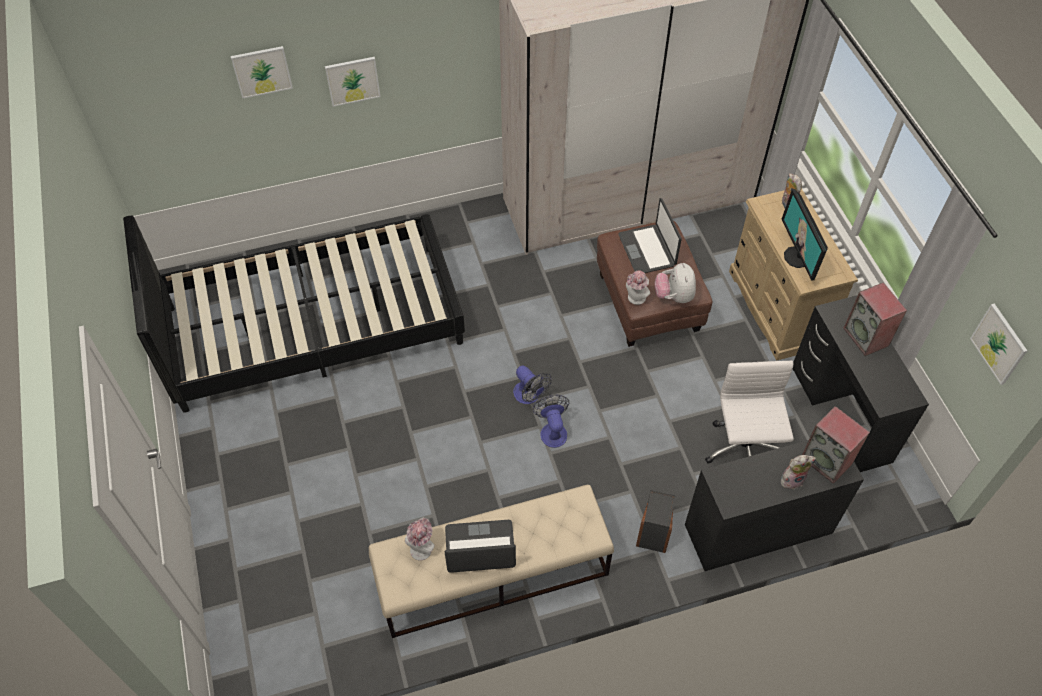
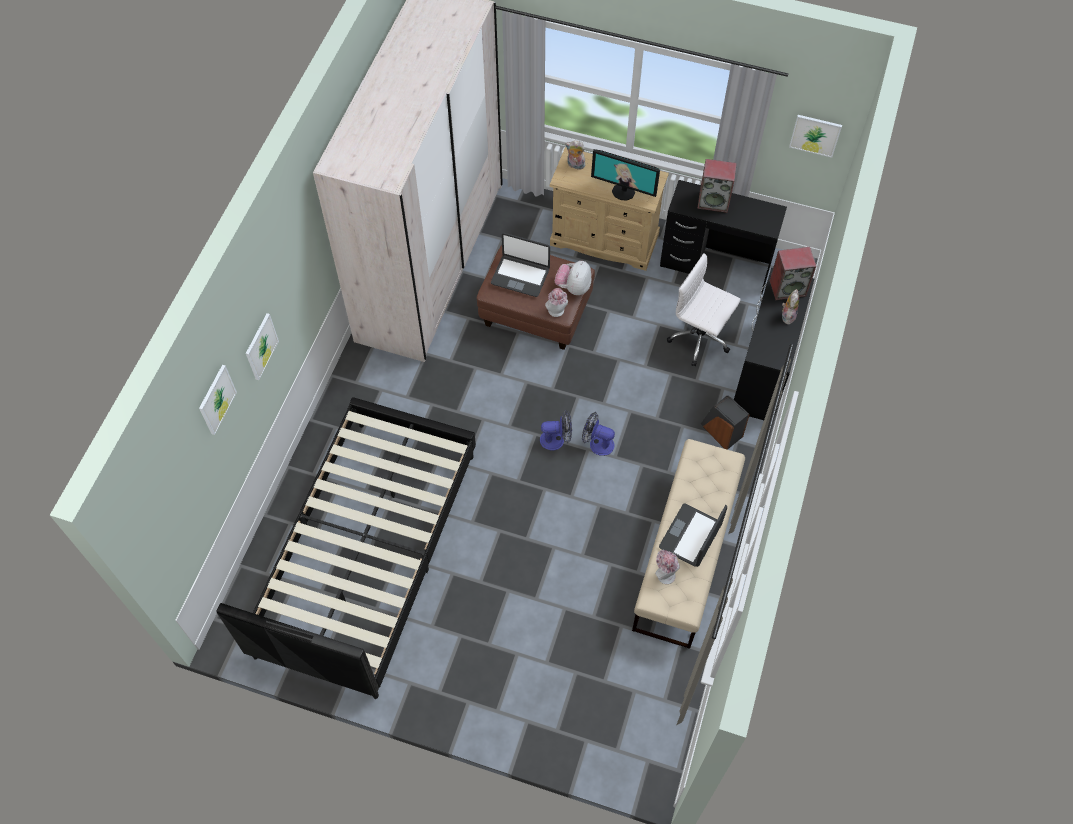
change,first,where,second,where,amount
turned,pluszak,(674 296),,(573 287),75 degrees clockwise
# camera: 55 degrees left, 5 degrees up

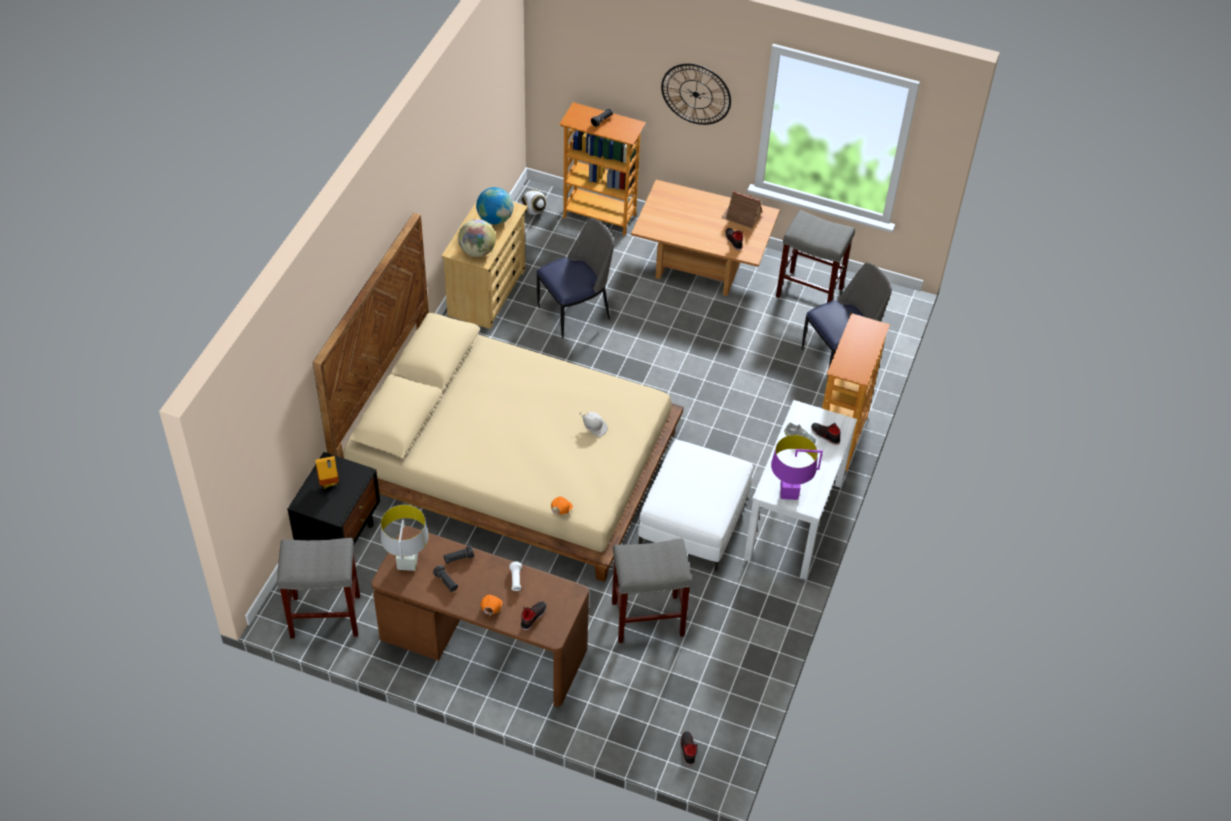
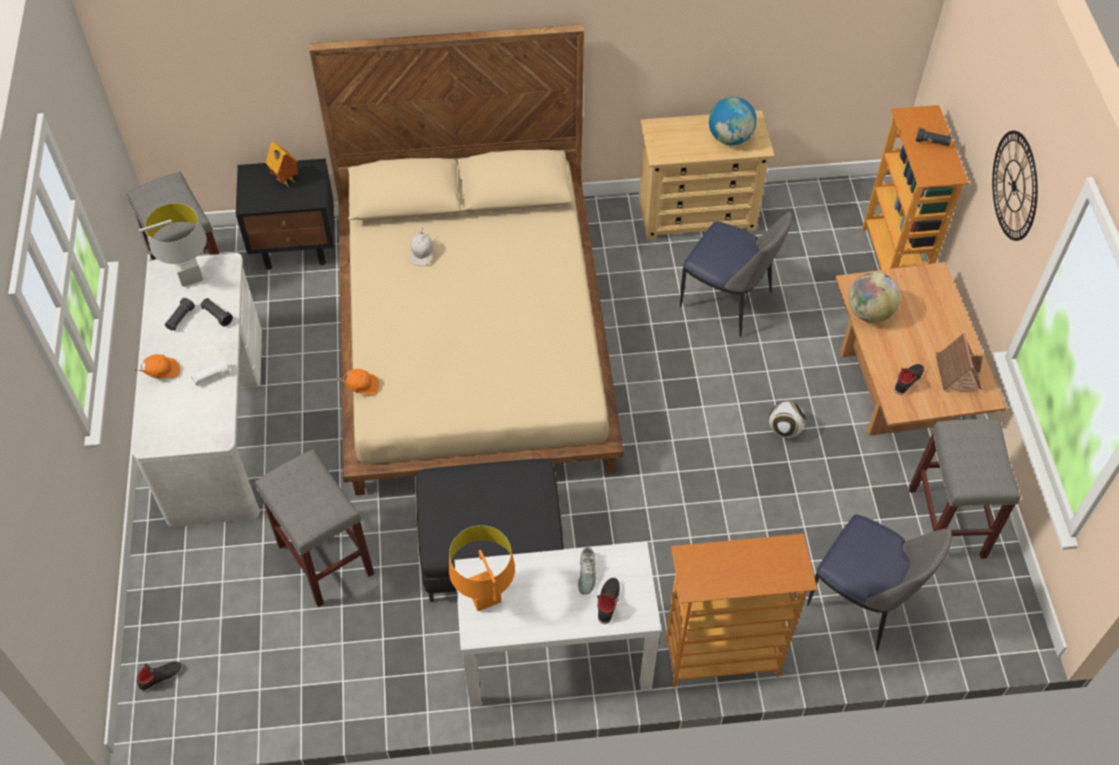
change,first,where,second,where,amount
moved,piłka futbolowa,(533 211),,(784 429),
moved,globus,(477 251),,(869 312),
moved,czapka z daszkiem (biały),(594 427),,(422 254),
recoloured,lampa stołowa (fioletowy),(789 493),lampa stołowa (pomarańczowy),(484 598),
recoloured,pufa (biały),(693 521),pufa (czarny),(492 547),
recoloured,biurko (brązowy),(483 646),biurko (biały),(216 423),
removed,but (czarny),(533 616),,,
# camera: 65 degrees right, 5 degrees up

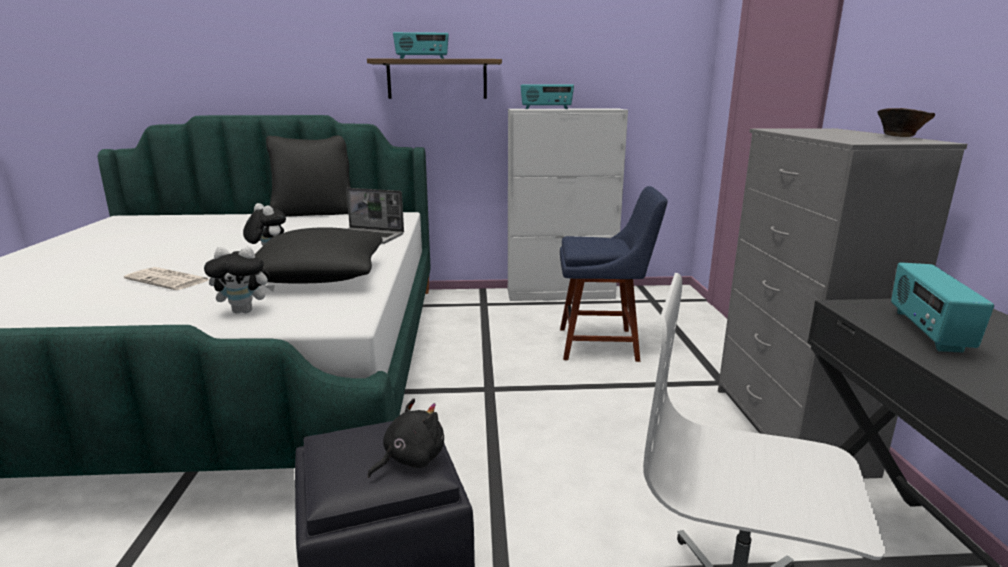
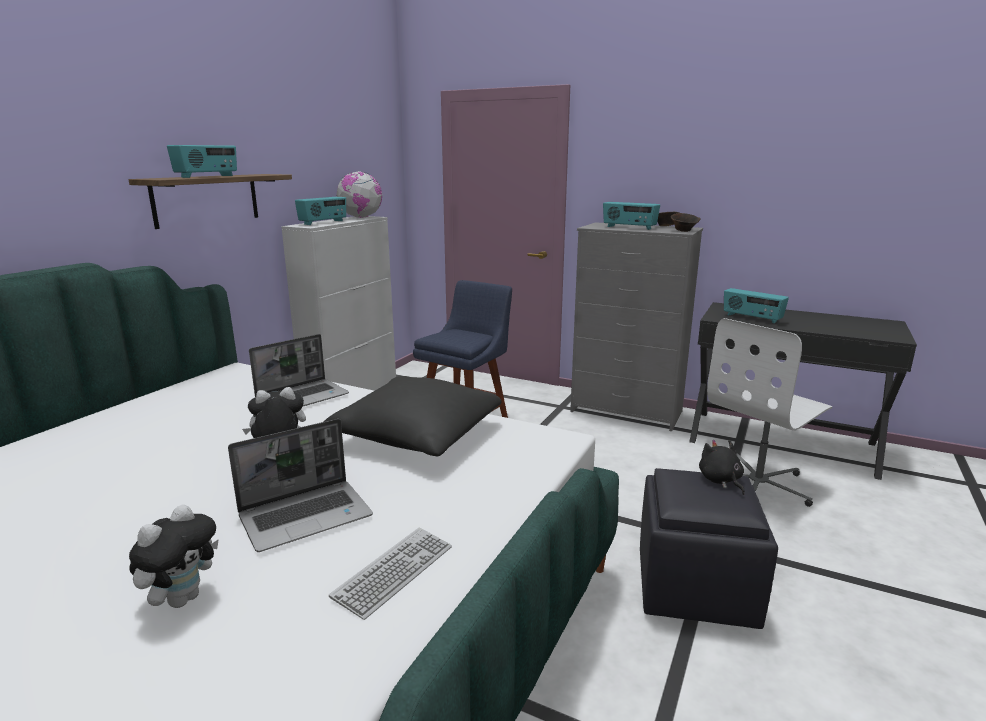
change,first,where,second,where,amount
removed,poduszka (czarny),(314 213),,,
moved,pluszak,(245 311),,(182 598),
replaced,gazeta,(169 280),laptop,(307 516),
added,,,globus,(361 217),
added,,,radio,(629 228),
added,,,miska (brązowy),(684 231),
added,,,klawiatura,(394 572),
# camera: 60 degrees left, 0 degrees up

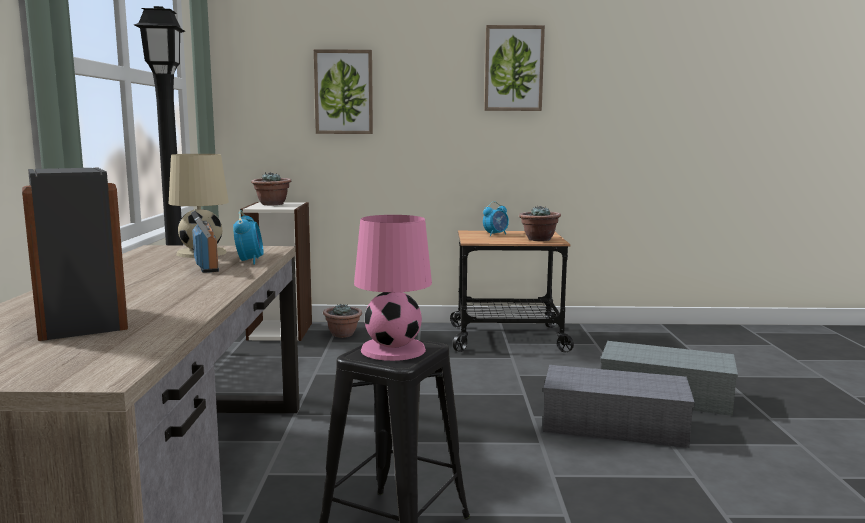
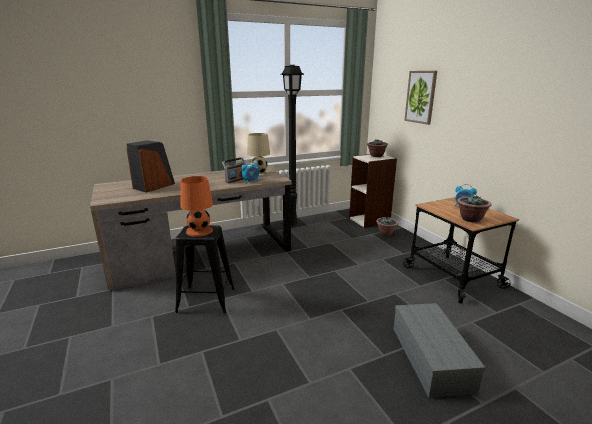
change,first,where,second,where,amount
removed,obraz,(513 68),,,
recoloured,lampa stołowa (różowy),(392 349),lampa stołowa (pomarańczowy),(199 230),
removed,pojemnik do przechowywania (szary),(616 424),,,
# camera: 65 degrees right, 10 degrees up

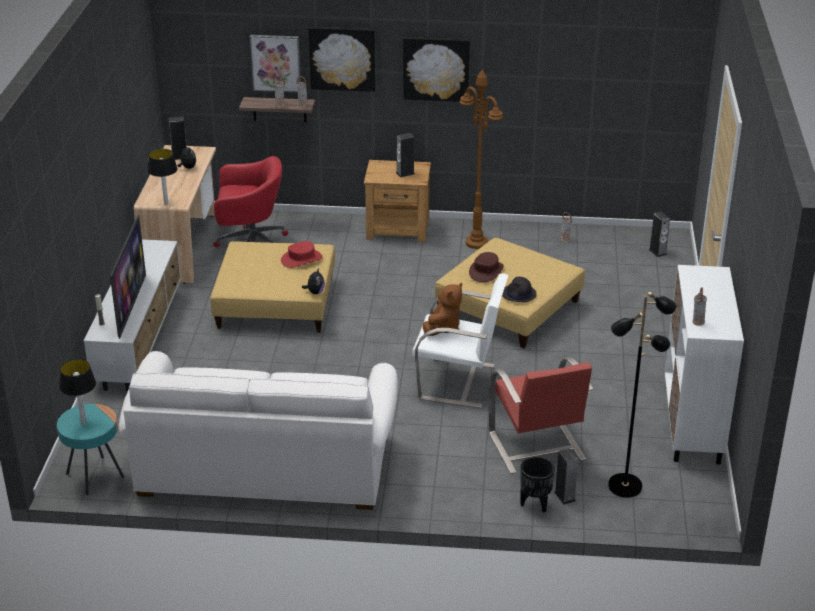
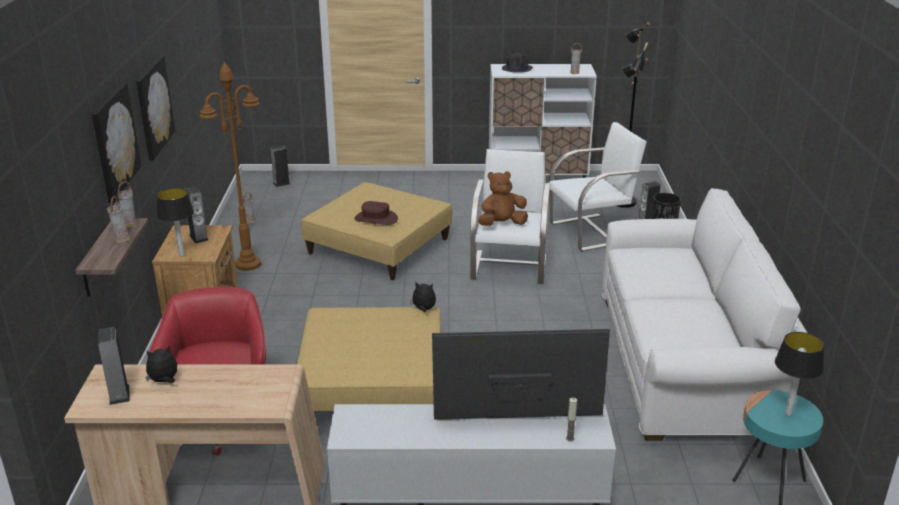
change,first,where,second,where,amount
removed,obraz,(276 63),,,
moved,lampa stołowa,(165 204),,(182 255),
removed,kapelusz (czerwony),(301 259),,,
moved,kapelusz (czarny),(519 294),,(517 68),
turned,pluszak (brązowy),(443 327),,(501 224),45 degrees counterclockwise
recoloured,fotel (czerwony),(537 447),fotel (biały),(590 232),
# camera: 95 degrees left, 5 degrees down

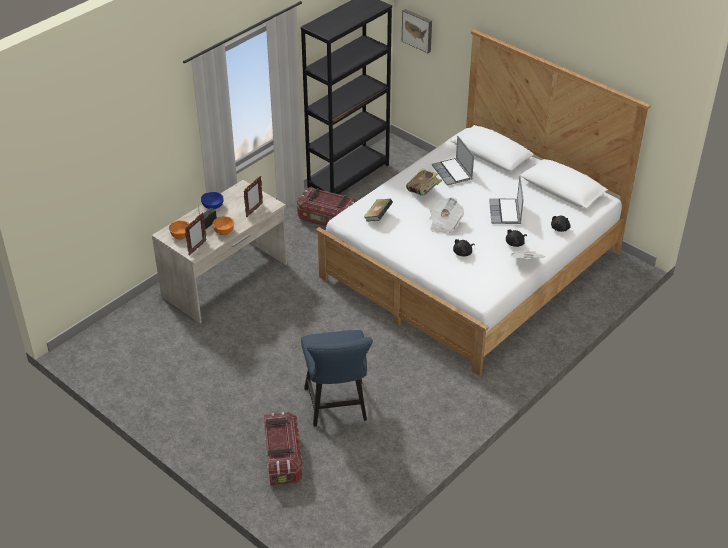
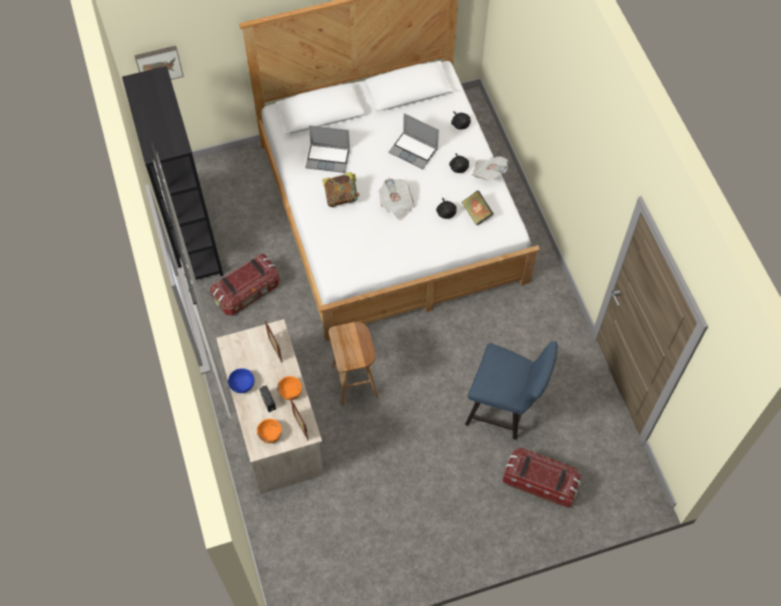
change,first,where,second,where,amount
moved,książka,(378 217),,(476 213),
added,,,stołek (brązowy),(355 382),
# camera: 60 degrees left, 20 degrees up

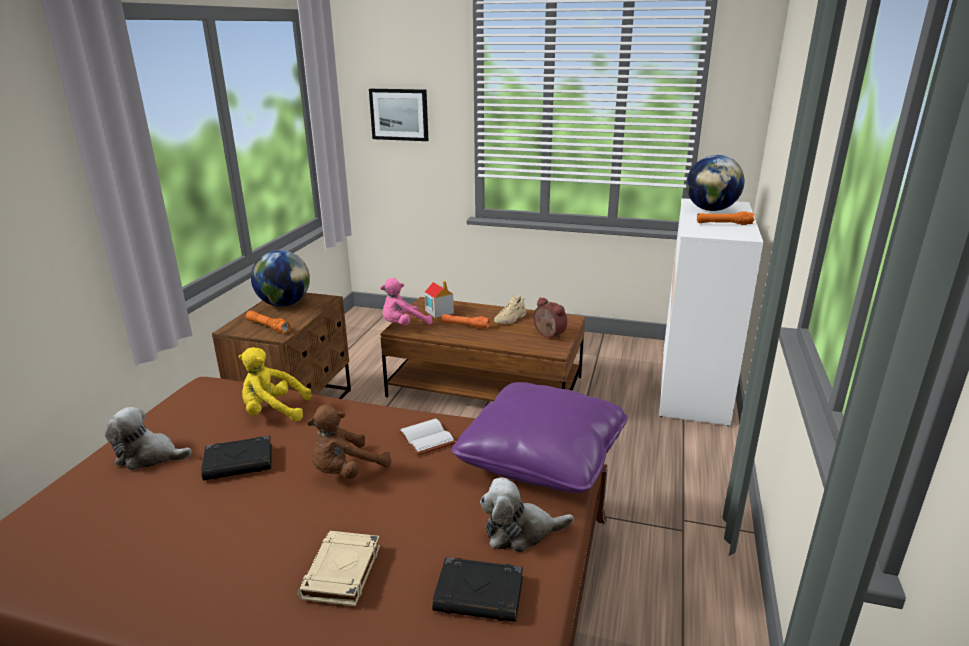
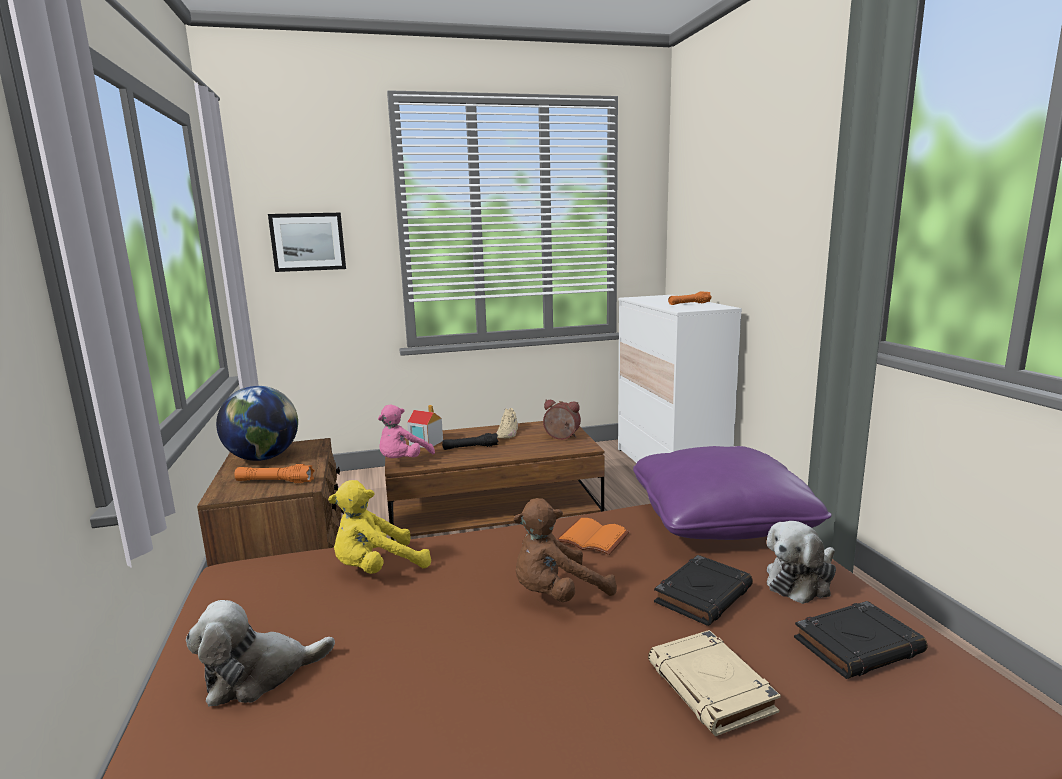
change,first,where,second,where,amount
removed,globus,(711 210),,,
recoloured,latarka (pomarańczowy),(465 325),latarka (czarny),(470 447),
turned,pluszak (brązowy),(346 471),,(557 595),45 degrees clockwise
recoloured,książka (biały),(424 438),książka (pomarańczowy),(591 539),
moved,książka (czarny),(239 462),,(703 595),
# camera: 30 degrees left, 10 degrees down

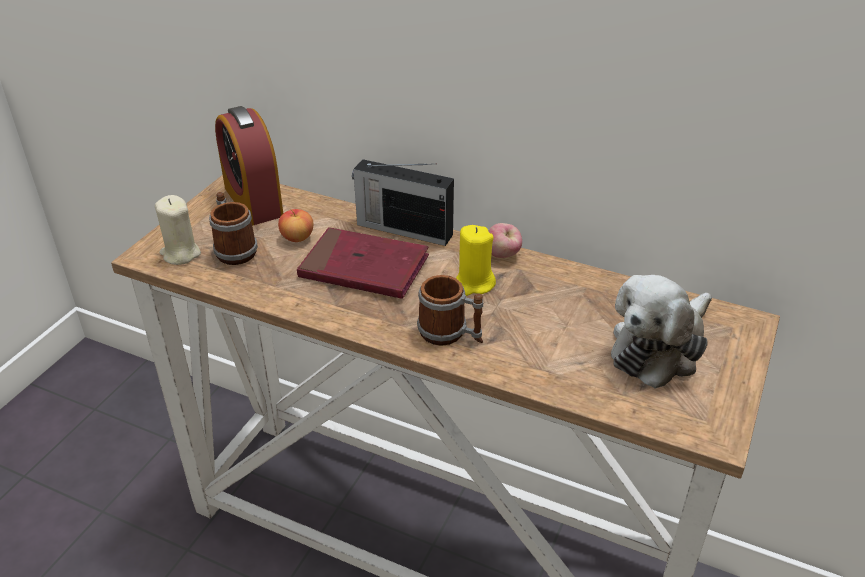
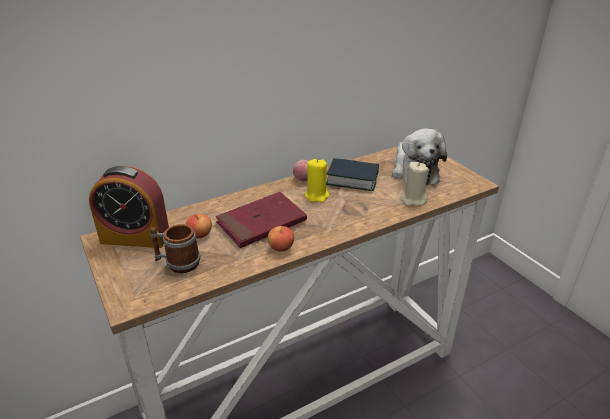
change,first,where,second,where,amount
removed,radio,(402 229),,,
moved,świeca (beżowy),(180 254),,(413 200),
removed,kubek,(450 334),,,
added,,,książka,(352 179),
added,,,jabłko,(281 247),
# camera: 55 degrees left, 5 degrees down

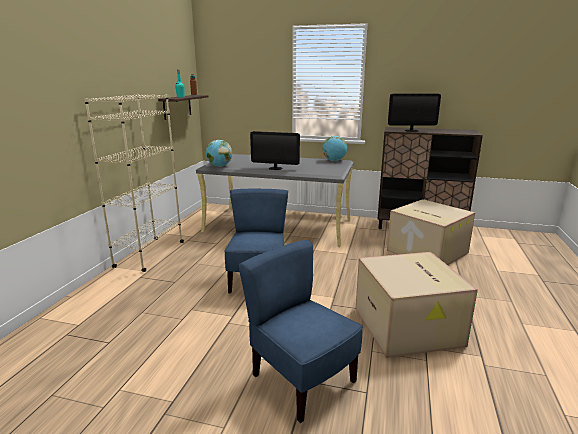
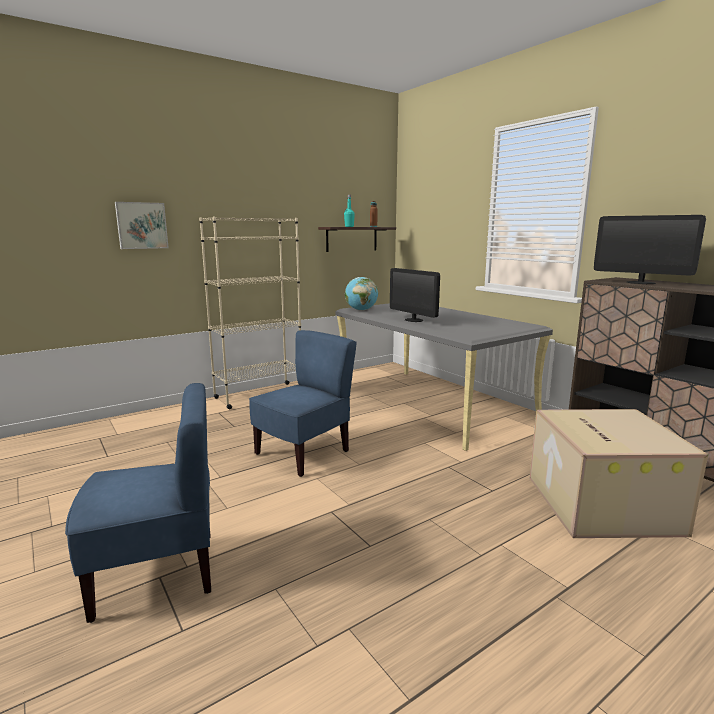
change,first,where,second,where,amount
removed,globus,(334 161),,,
turned,krzesło (niebieski),(302 380),,(157 572),75 degrees clockwise
removed,karton,(409 327),,,
added,,,obraz,(141 225),
# camera: 40 degrees right, 5 degrees down

